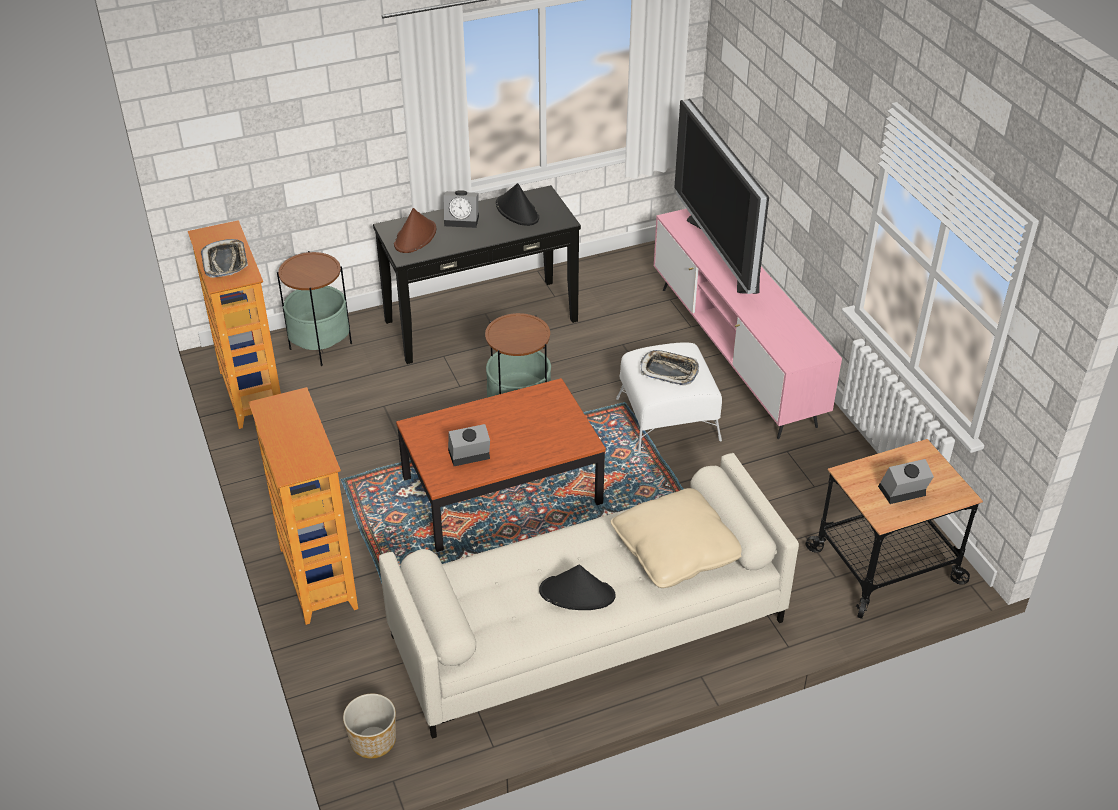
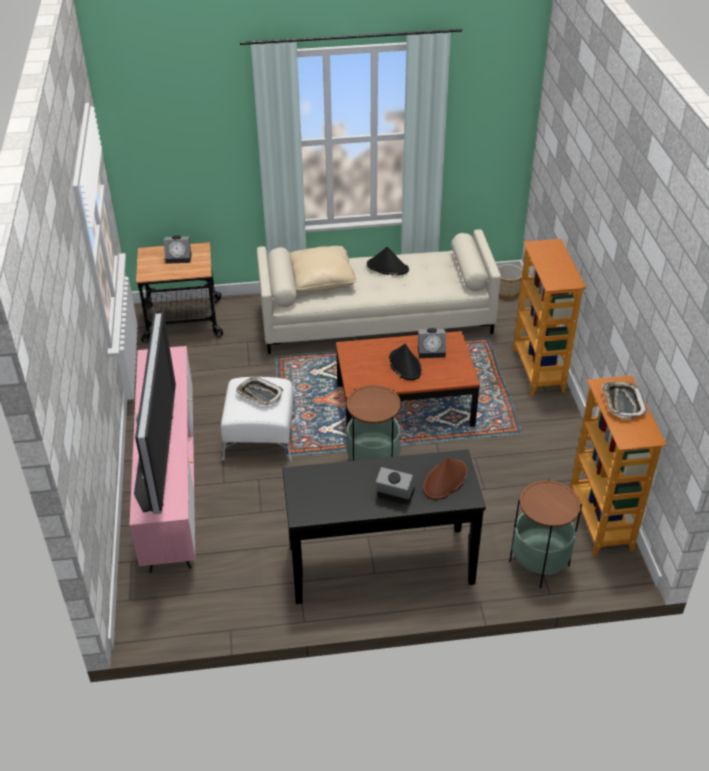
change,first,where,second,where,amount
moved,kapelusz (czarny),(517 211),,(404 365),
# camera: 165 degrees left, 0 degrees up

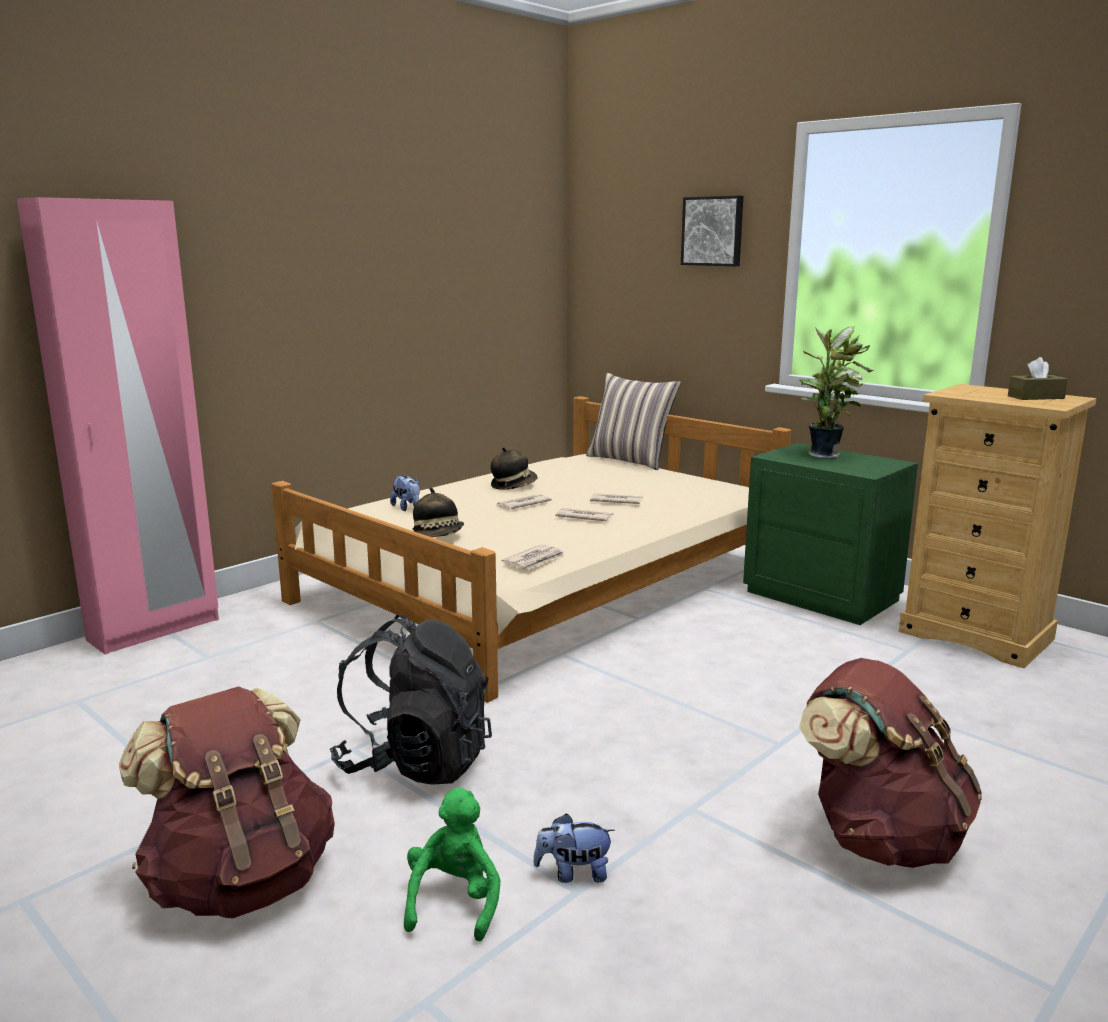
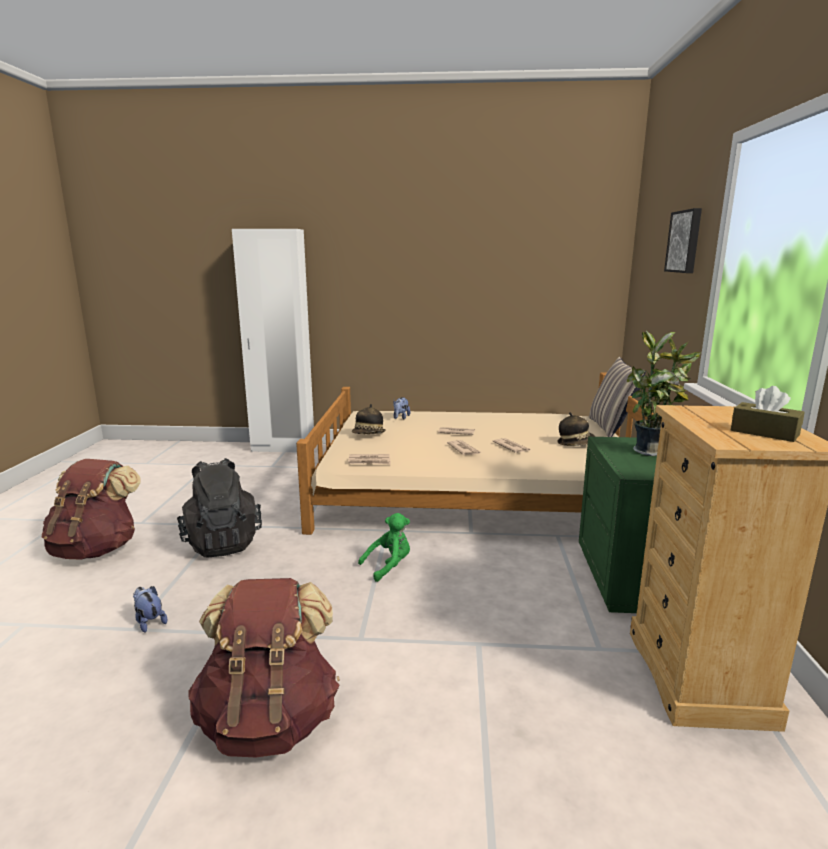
change,first,where,second,where,amount
recoloured,szafa (różowy),(154 630),szafa (biały),(283 448),
moved,kapelusz,(513 486),,(575 444),
moved,pluszak (zielony),(454 901),,(389 566),
# camera: 50 degrees right, 0 degrees up

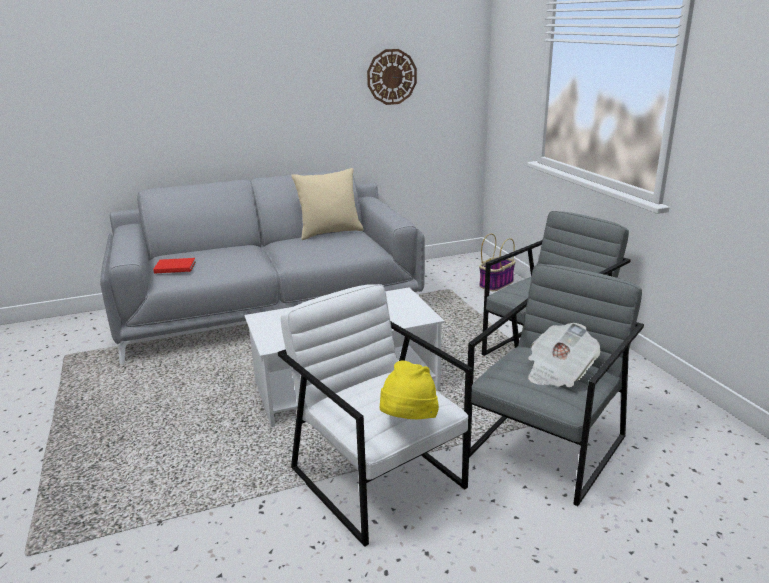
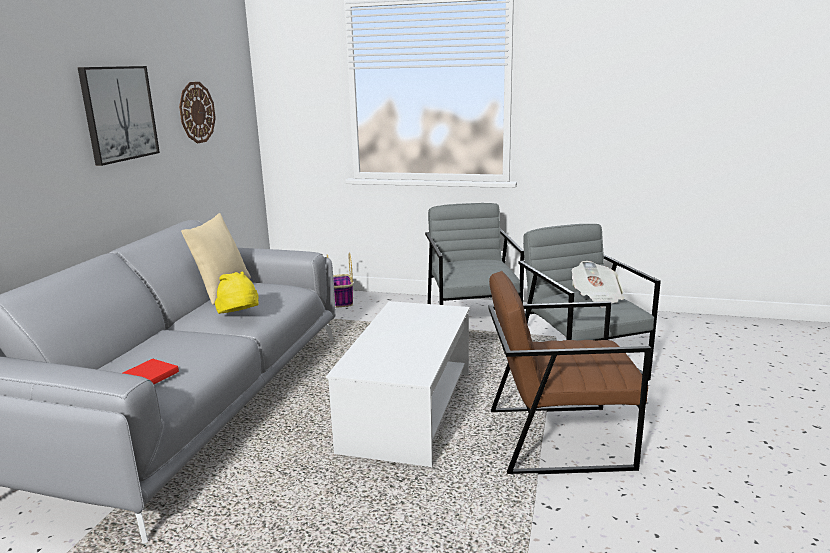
change,first,where,second,where,amount
recoloured,fotel (biały),(377 477),fotel (brązowy),(558 438),
moved,kapelusz (żółty),(408 421),,(239 316),
added,,,obraz,(119 113),
# camera: 55 degrees left, 5 degrees down

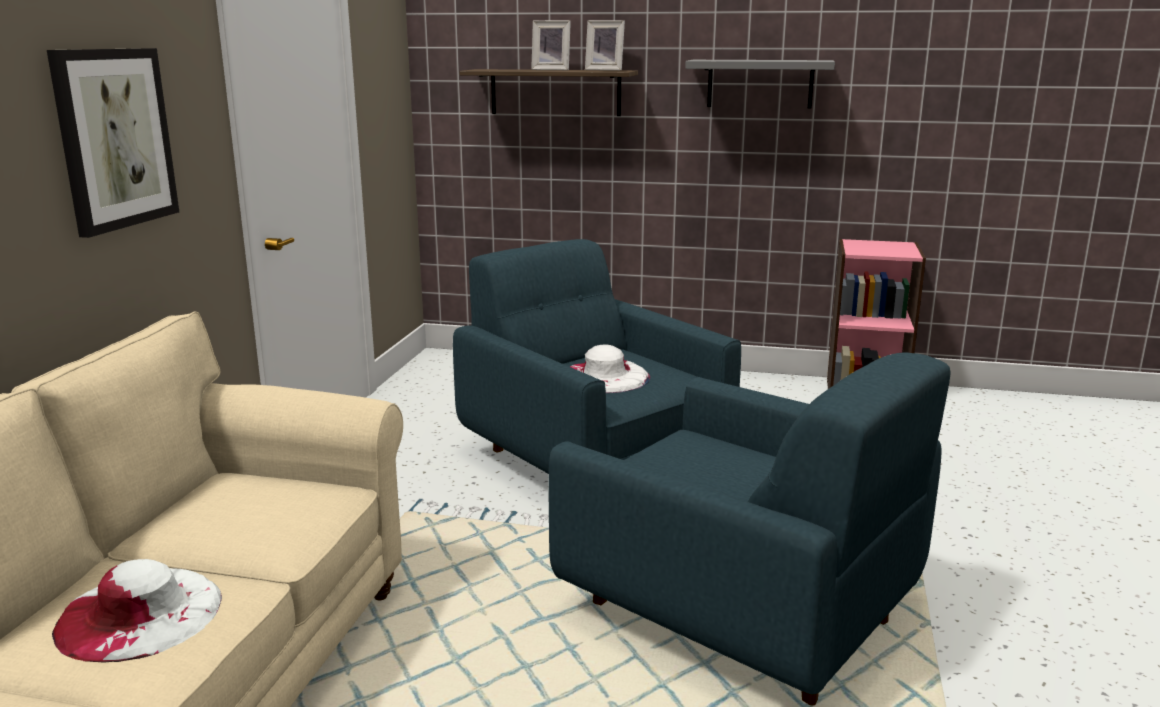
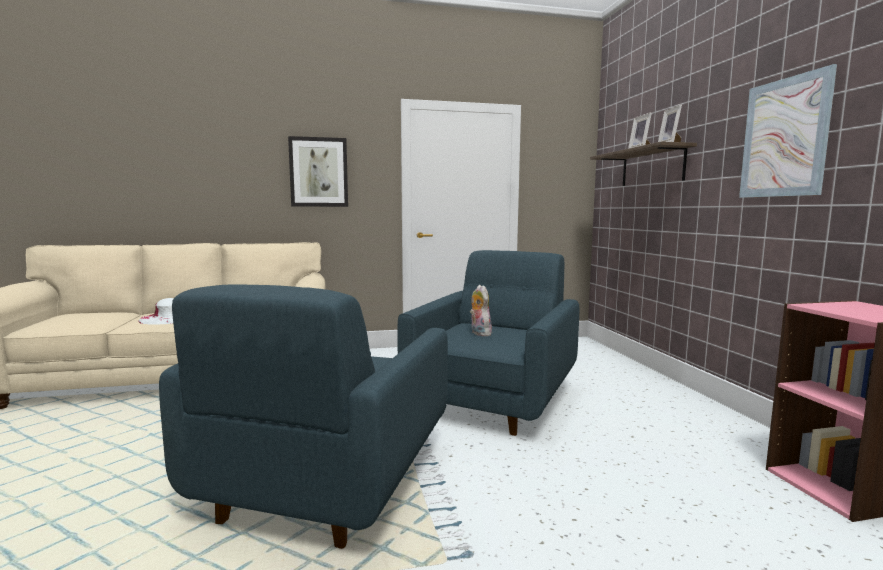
change,first,where,second,where,amount
replaced,półka (szary),(760 83),obraz,(784 138),
replaced,kapelusz (biały),(605 376),pluszak,(479 333),
# camera: 65 degrees right, 10 degrees down

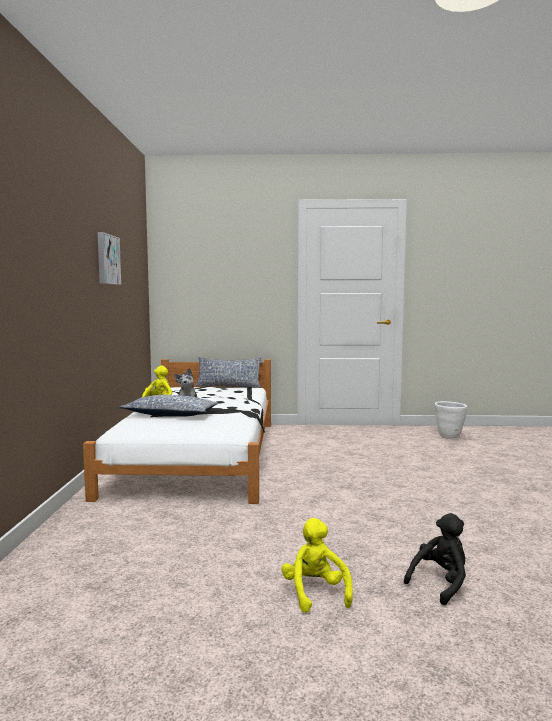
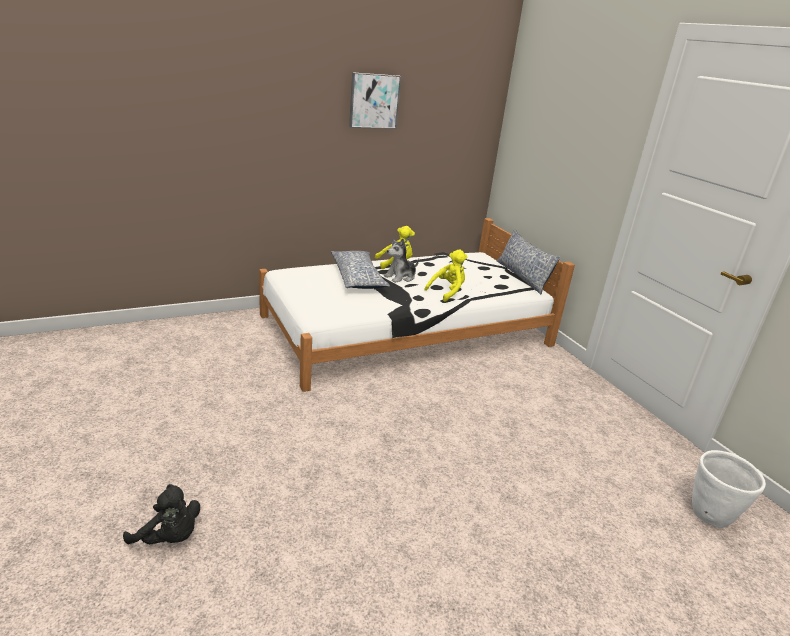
change,first,where,second,where,amount
moved,pluszak (żółty),(315 593),,(447 292),
# camera: 60 degrees right, 20 degrees up

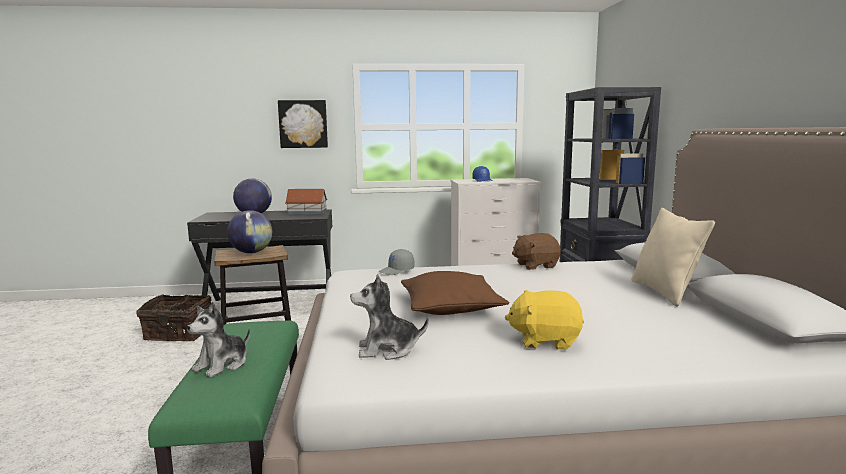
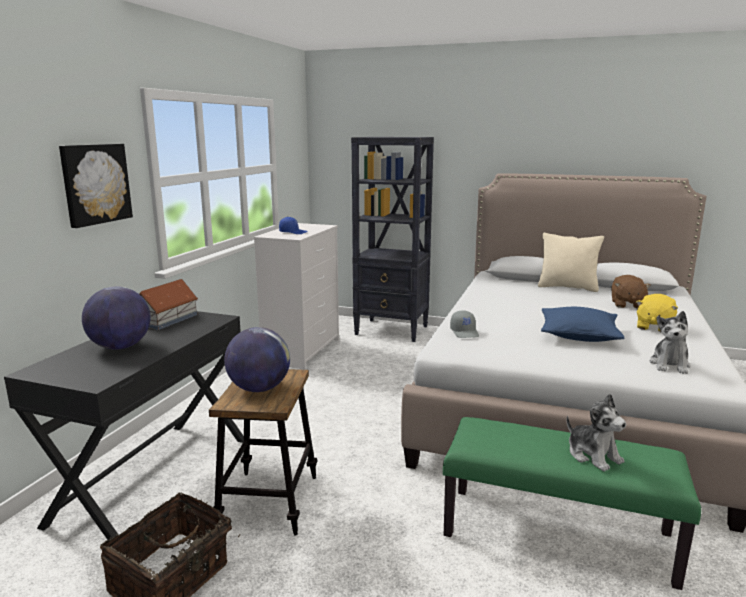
change,first,where,second,where,amount
moved,pluszak (brązowy),(535 265),,(626 304),
recoloured,poduszka (brązowy),(451 308),poduszka (niebieski),(579 335),
# camera: 65 degrees left, 5 degrees up

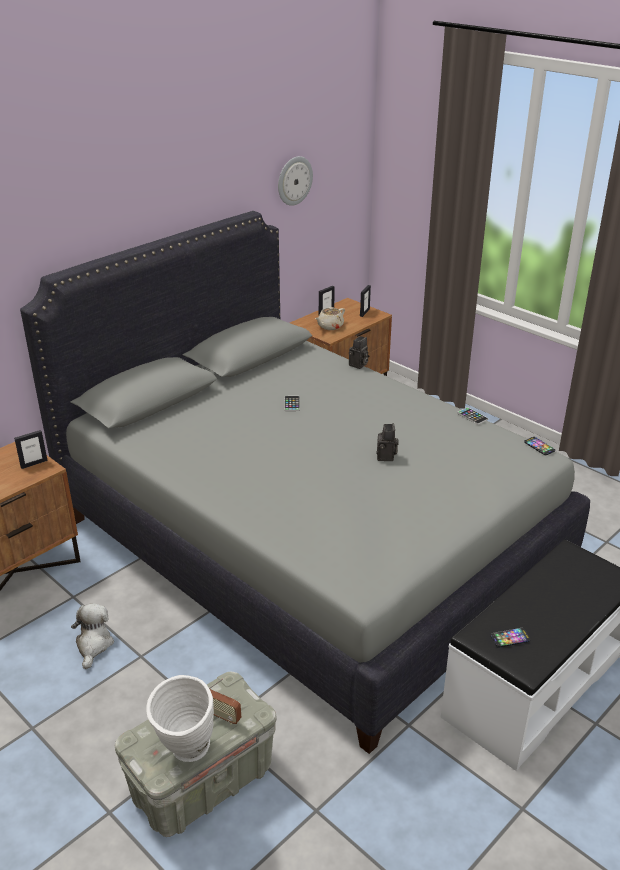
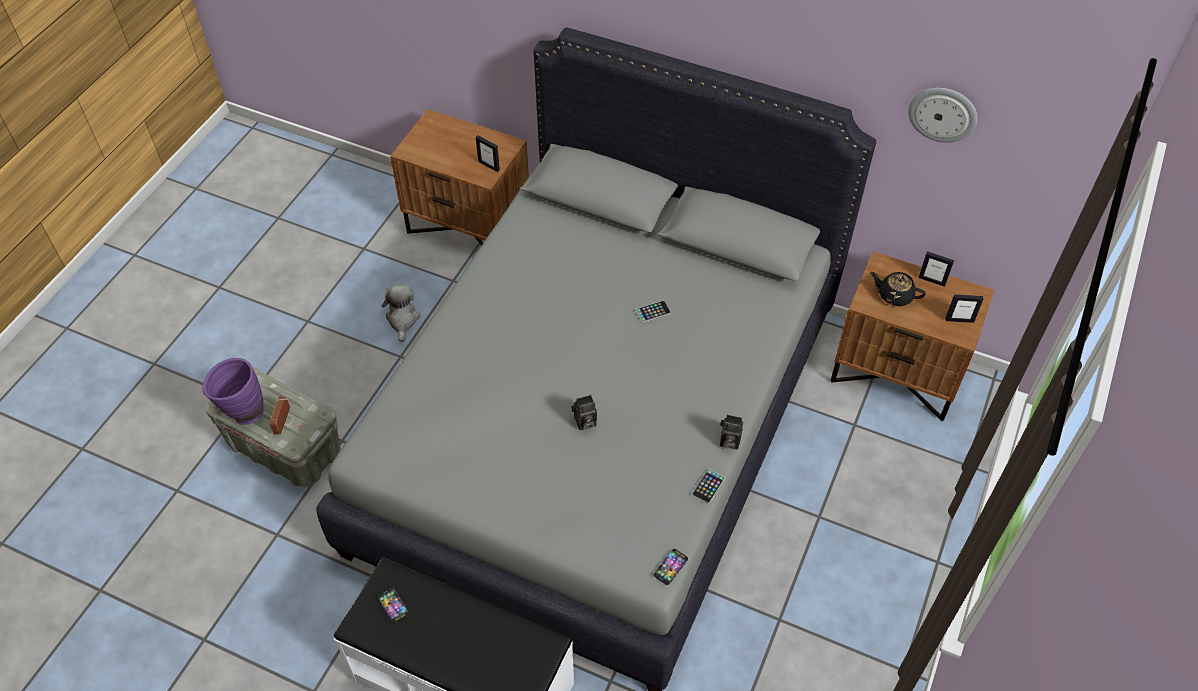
change,first,where,second,where,amount
recoloured,imbryk (beżowy),(330 326),imbryk (czarny),(894 295),
moved,aparat fotograficzny,(358 365),,(728 441),
turned,pluszak,(93 645),,(402 319),75 degrees counterclockwise
recoloured,wazon (biały),(186 753),wazon (fioletowy),(242 413),
# camera: 70 degrees right, 20 degrees up

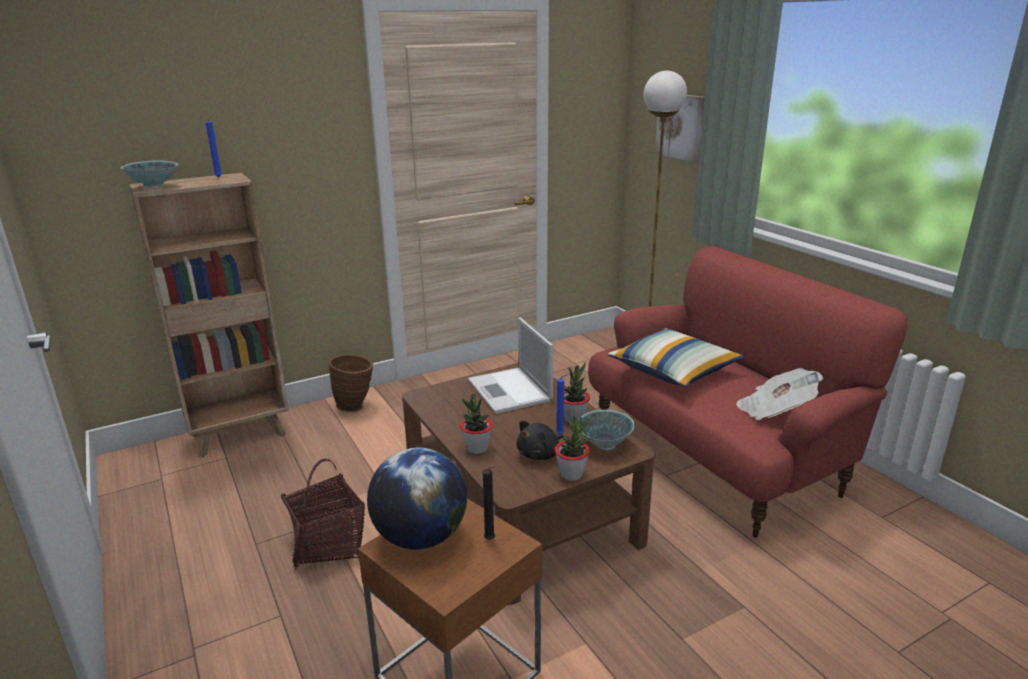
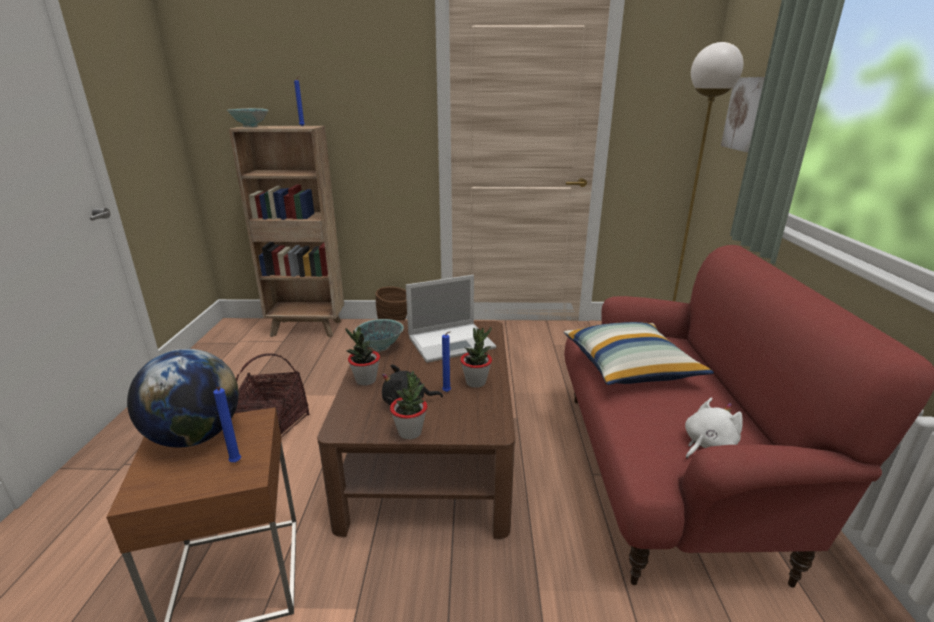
change,first,where,second,where,amount
turned,laptop,(510 391),,(452 342),120 degrees counterclockwise
replaced,gazeta,(775 411),pluszak (biały),(707 445),
moved,miska,(605 444),,(380 347),
recoloured,świeca (czarny),(491 540),świeca (niebieski),(235 463),
# camera: 30 degrees right, 0 degrees up

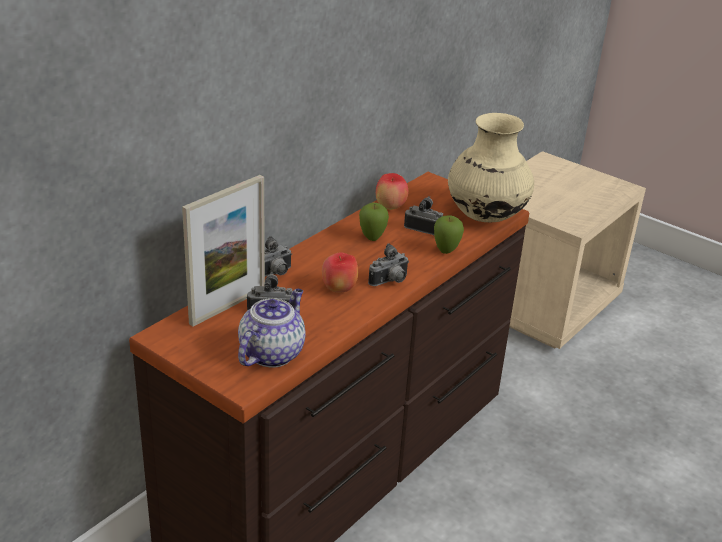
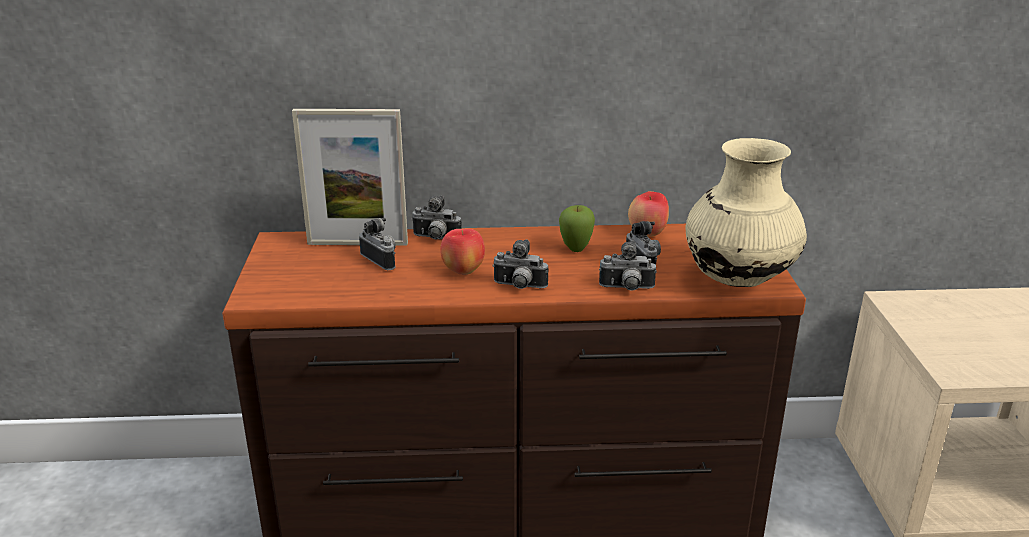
change,first,where,second,where,amount
replaced,jabłko,(446 251),aparat fotograficzny,(626 289),
removed,imbryk,(272 353),,,
# camera: 50 degrees right, 5 degrees down

